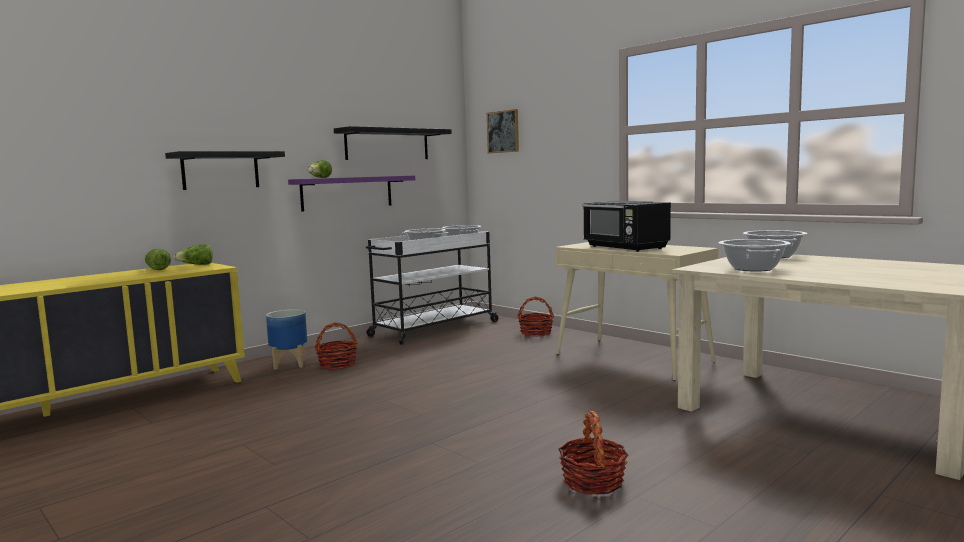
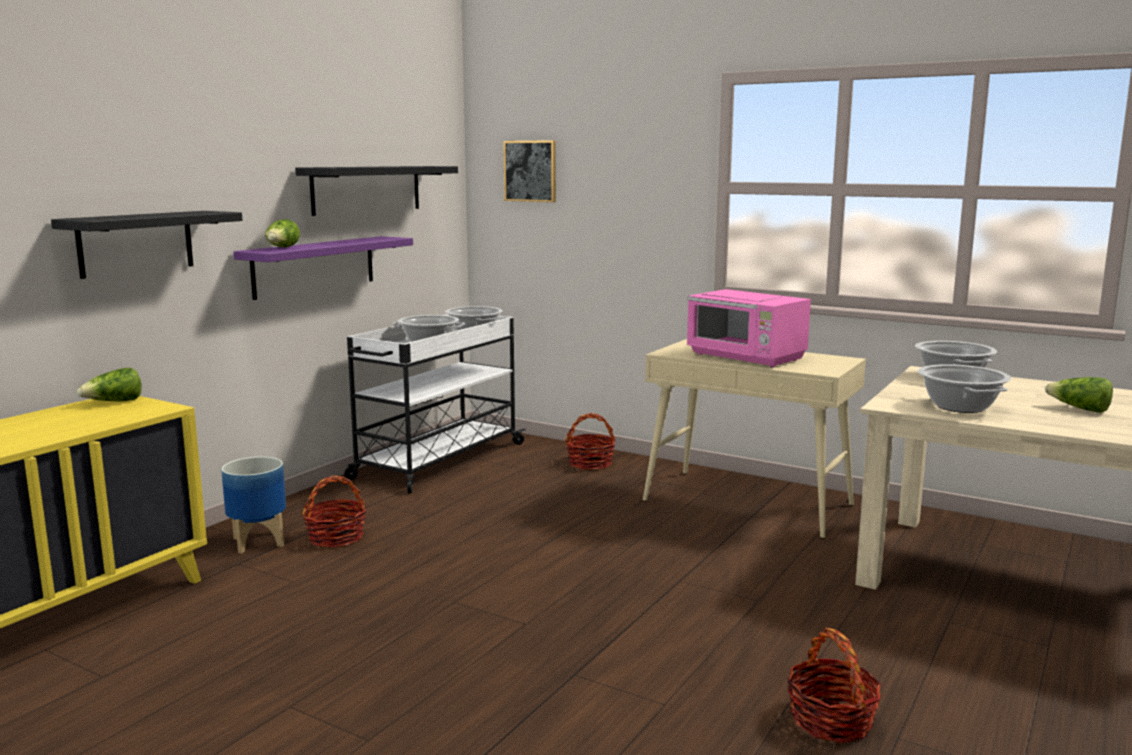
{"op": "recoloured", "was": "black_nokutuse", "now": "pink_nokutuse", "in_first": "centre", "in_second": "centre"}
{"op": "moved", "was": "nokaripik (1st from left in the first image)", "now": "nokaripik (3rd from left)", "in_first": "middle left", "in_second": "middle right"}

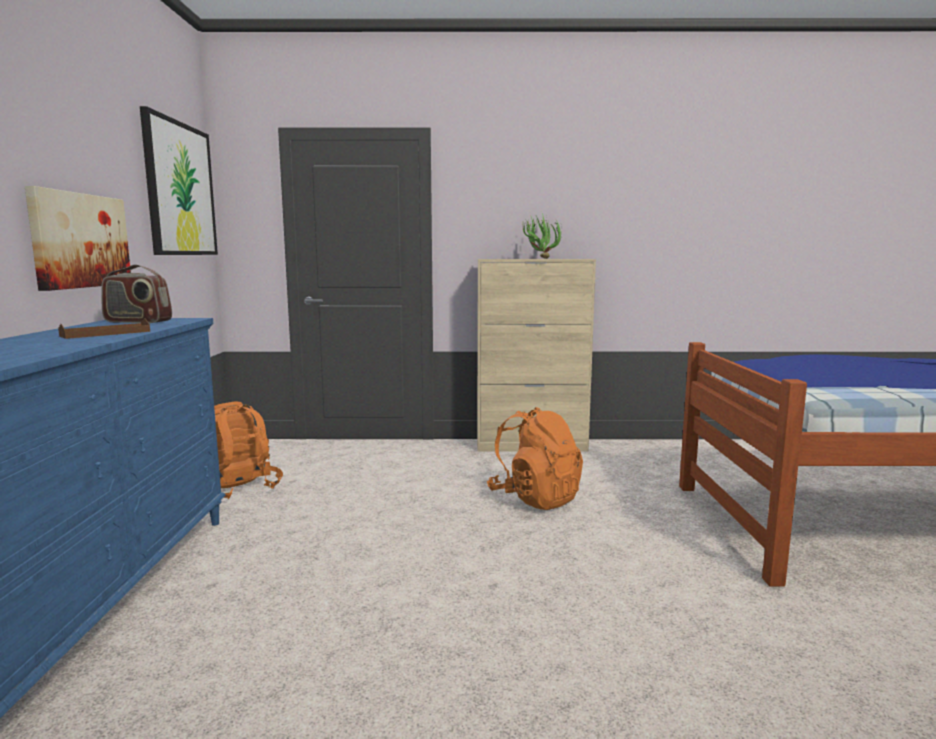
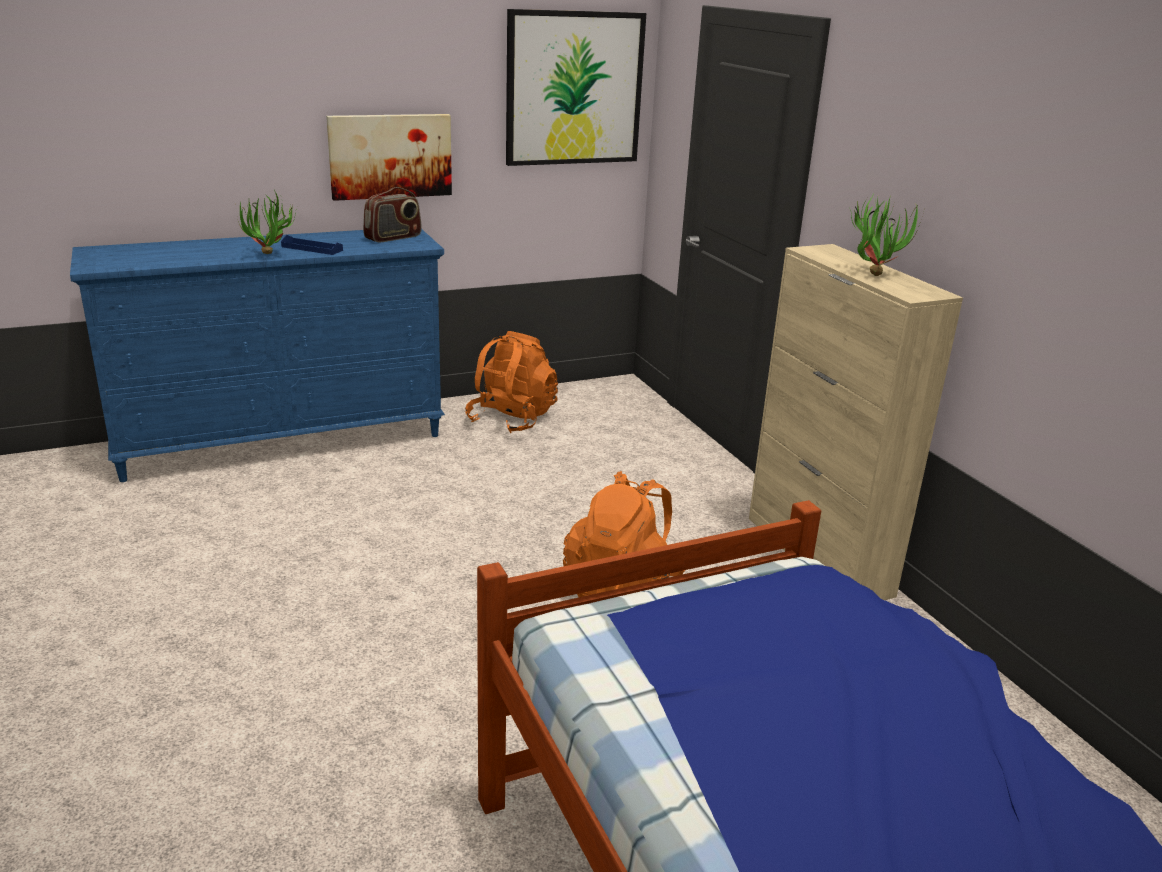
{"op": "turned", "was": "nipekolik", "in_first": "middle left", "in_second": "top centre", "clockwise": -120}
{"op": "recoloured", "was": "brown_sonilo", "now": "blue_sonilo", "in_first": "middle left", "in_second": "top left"}
{"op": "added", "now": "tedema (1st from left)", "in_second": "top left"}

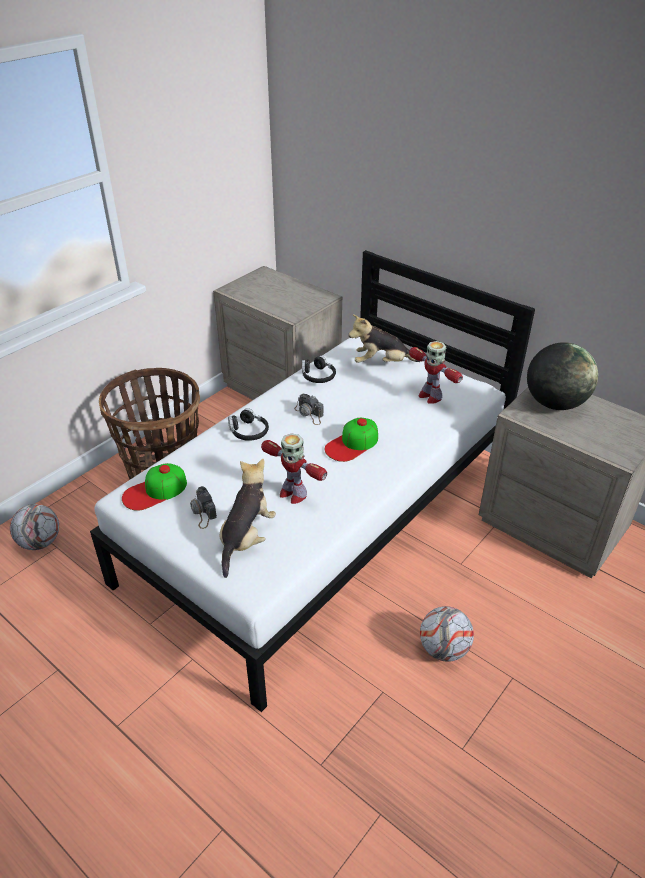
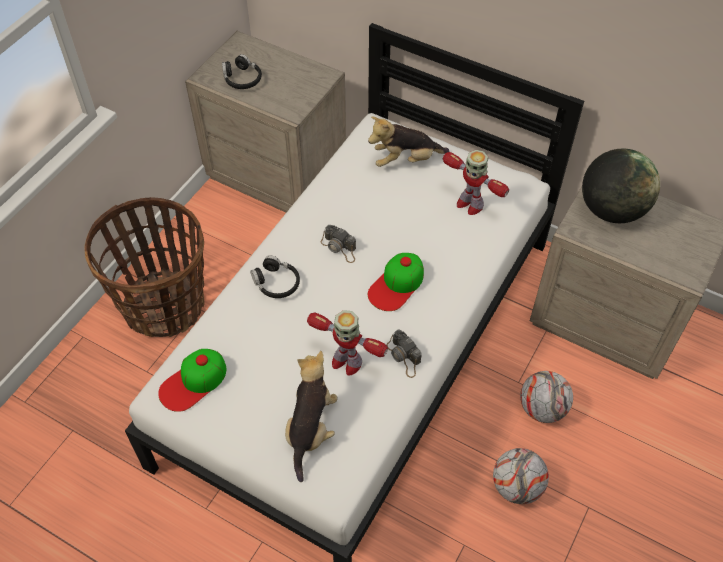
{"op": "moved", "was": "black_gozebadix (2nd from left in the first image)", "now": "black_gozebadix (1st from left)", "in_first": "centre", "in_second": "top centre"}
{"op": "moved", "was": "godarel (1st from left in the first image)", "now": "godarel (2nd from left)", "in_first": "middle left", "in_second": "centre"}
{"op": "moved", "was": "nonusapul (1st from left in the first image)", "now": "nonusapul (2nd from left)", "in_first": "middle left", "in_second": "bottom right"}

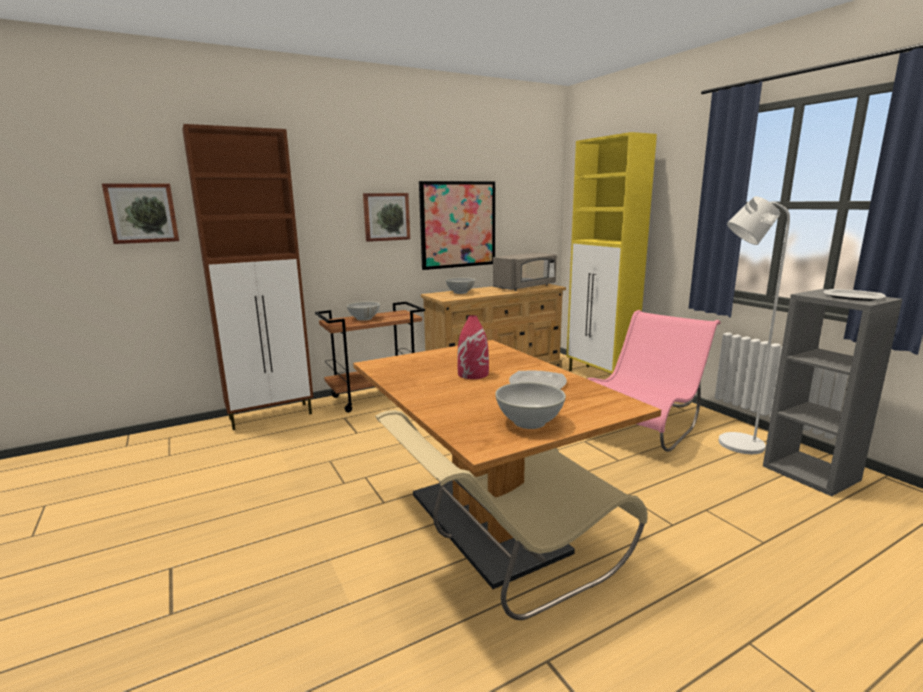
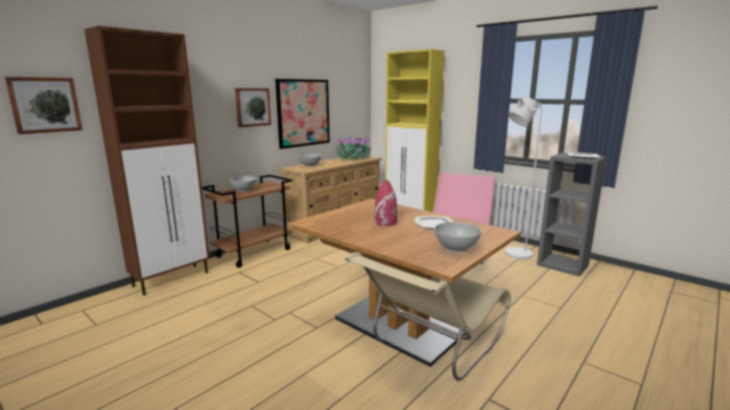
{"op": "replaced", "was": "grey_nokutuse", "now": "tedema", "in_first": "centre", "in_second": "centre"}

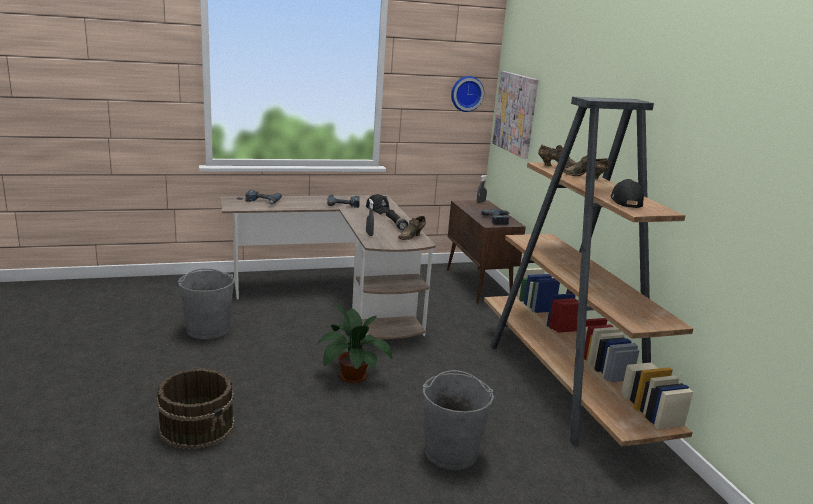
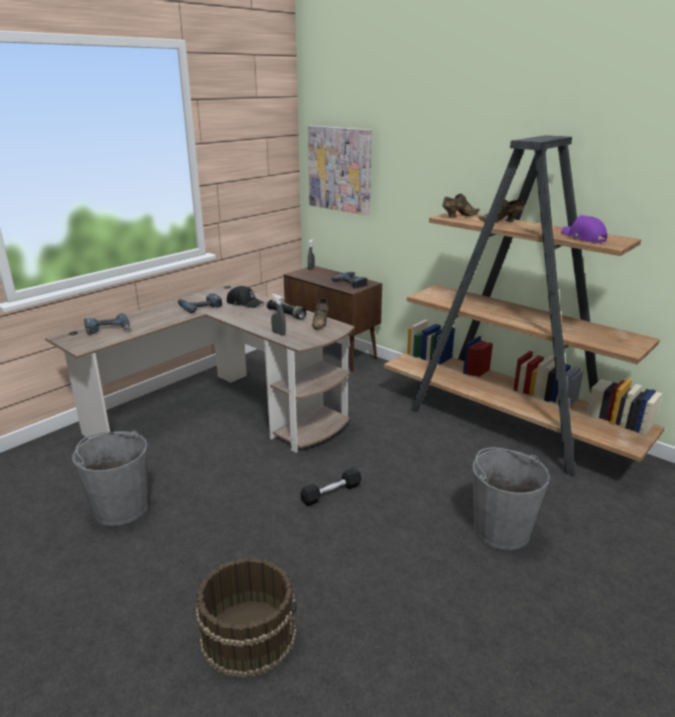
{"op": "removed", "was": "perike", "in_first": "top centre"}
{"op": "recoloured", "was": "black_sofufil (2nd from left)", "now": "purple_sofufil", "in_first": "middle right", "in_second": "top right"}
{"op": "replaced", "was": "tedema", "now": "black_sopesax", "in_first": "bottom centre", "in_second": "bottom centre"}

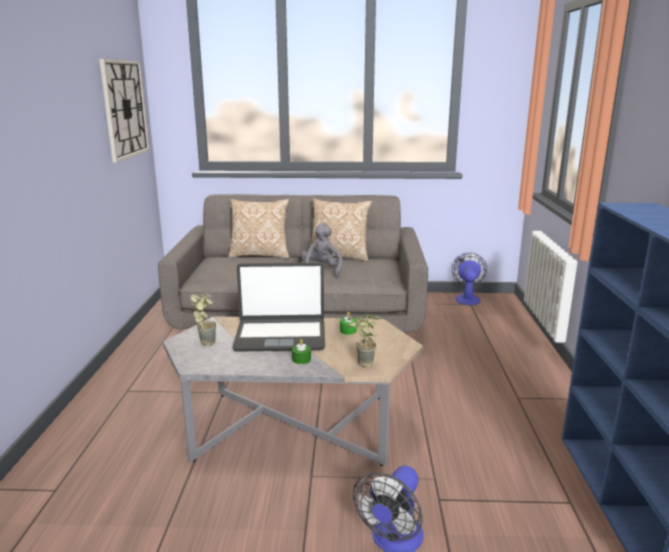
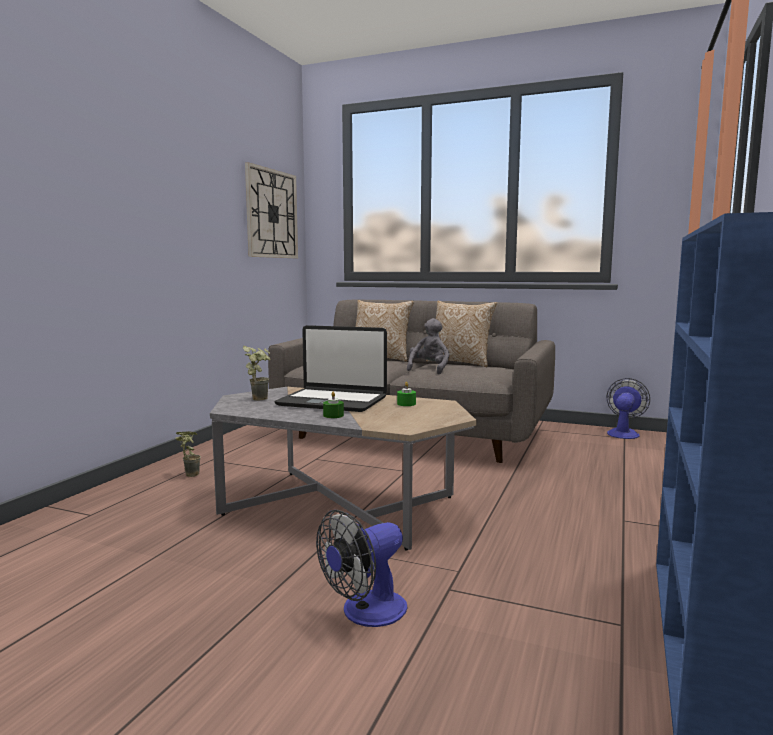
{"op": "moved", "was": "tedema (2nd from left in the first image)", "now": "tedema (1st from left)", "in_first": "centre", "in_second": "middle left"}

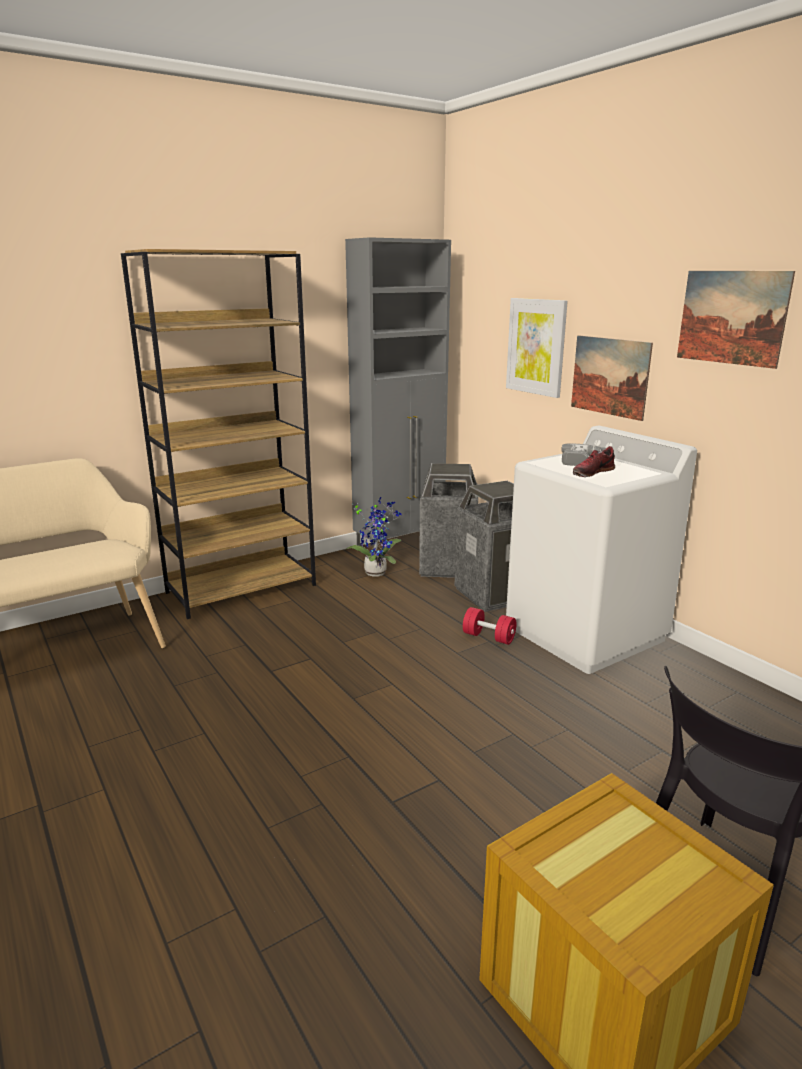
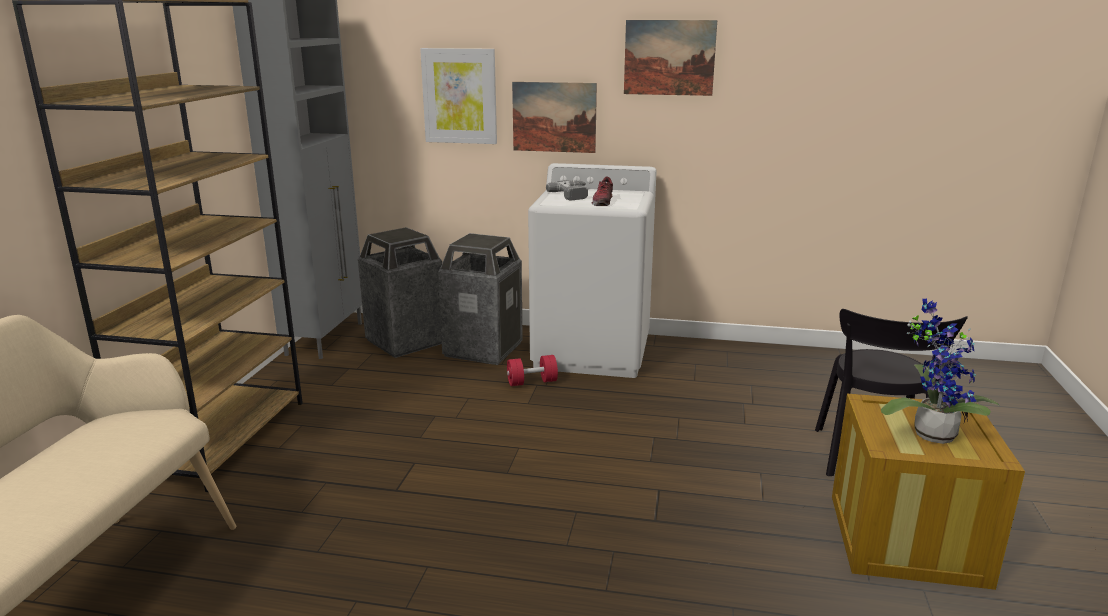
{"op": "moved", "was": "tedema", "in_first": "centre", "in_second": "middle right"}

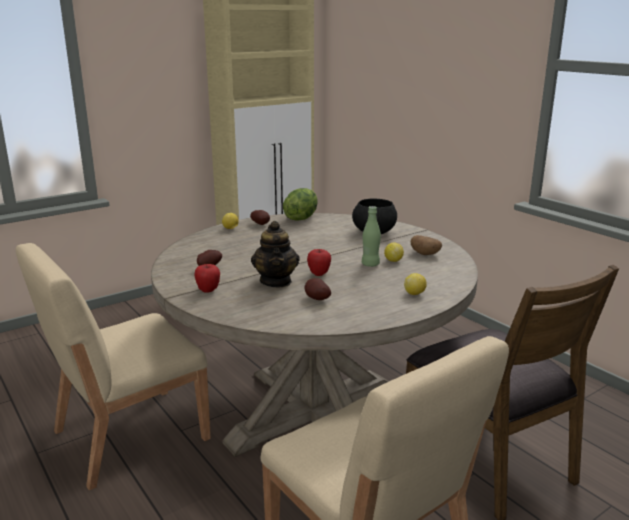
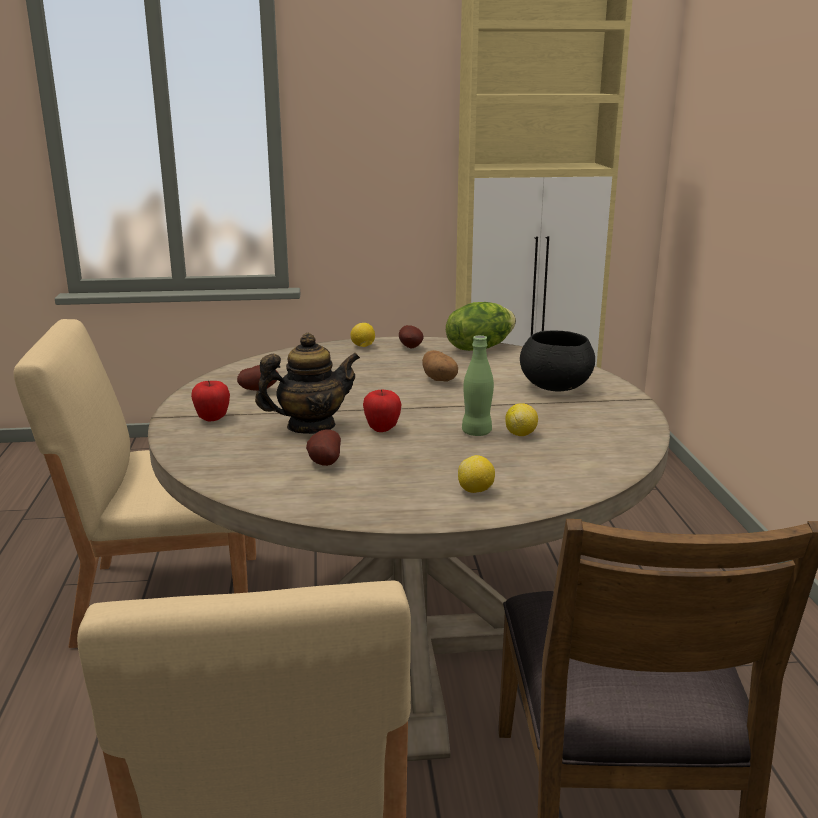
{"op": "turned", "was": "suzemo", "in_first": "centre", "in_second": "centre", "clockwise": -135}
{"op": "moved", "was": "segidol (4th from left)", "in_first": "middle right", "in_second": "centre"}

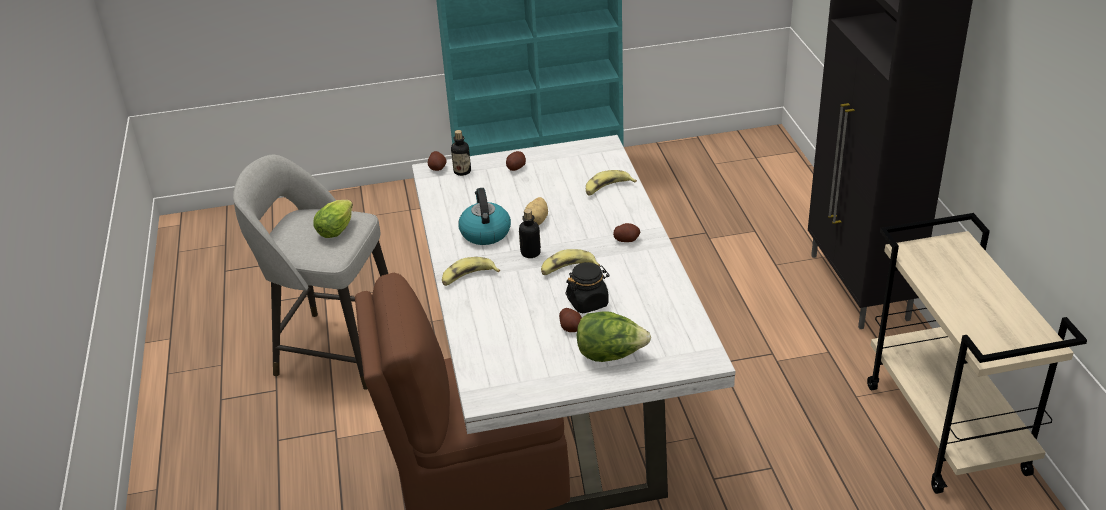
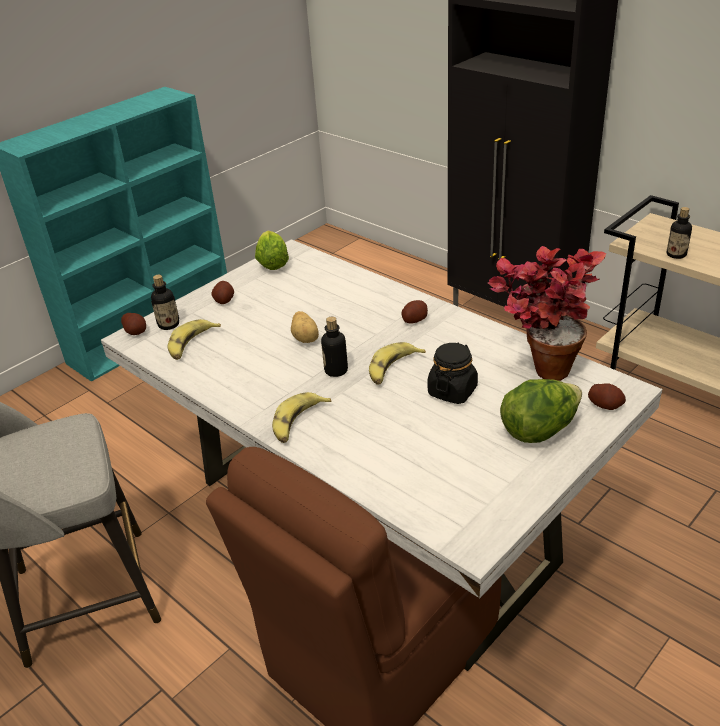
{"op": "moved", "was": "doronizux (3rd from left in the first image)", "now": "doronizux (1st from left)", "in_first": "centre", "in_second": "middle left"}
{"op": "removed", "was": "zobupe", "in_first": "centre"}
{"op": "moved", "was": "nokaripik (1st from left)", "in_first": "middle left", "in_second": "centre"}
{"op": "moved", "was": "segidol (4th from left in the first image)", "now": "segidol (5th from left)", "in_first": "centre", "in_second": "middle right"}
{"op": "added", "now": "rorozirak (3rd from left)", "in_second": "top right"}
{"op": "added", "now": "tedema", "in_second": "middle right"}

